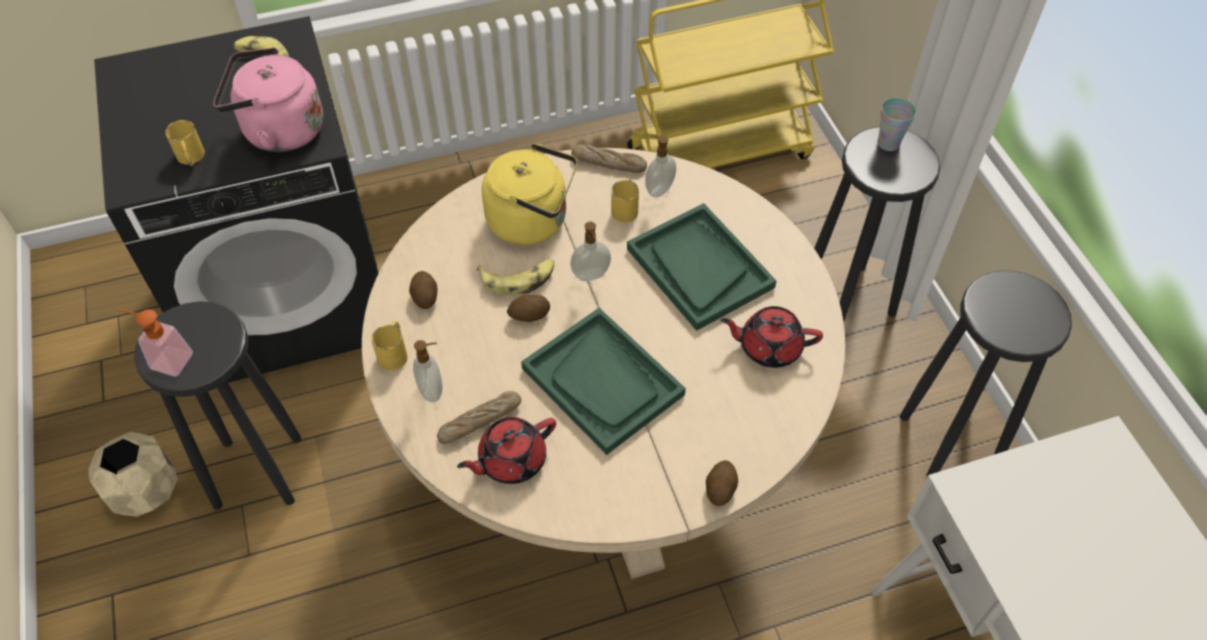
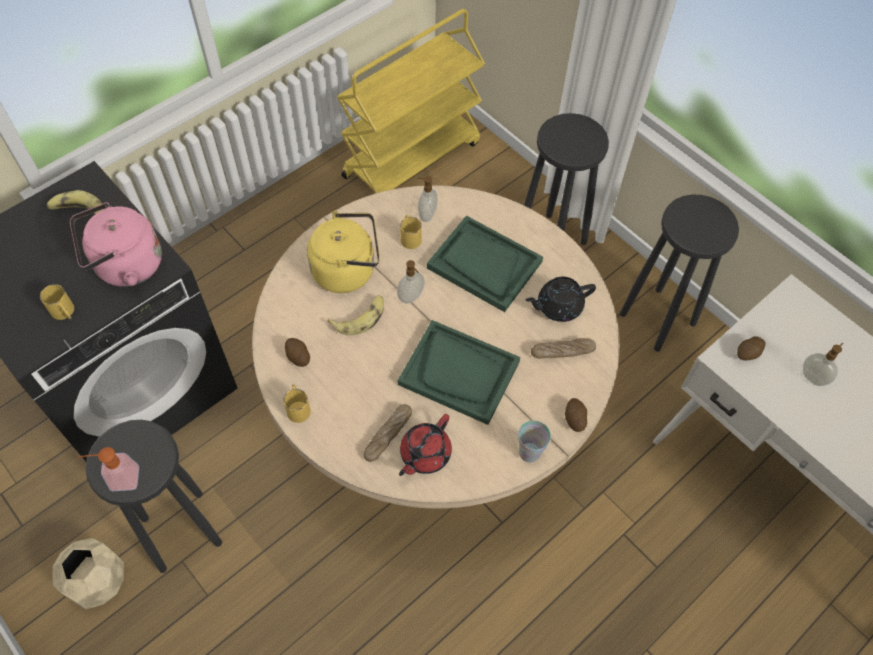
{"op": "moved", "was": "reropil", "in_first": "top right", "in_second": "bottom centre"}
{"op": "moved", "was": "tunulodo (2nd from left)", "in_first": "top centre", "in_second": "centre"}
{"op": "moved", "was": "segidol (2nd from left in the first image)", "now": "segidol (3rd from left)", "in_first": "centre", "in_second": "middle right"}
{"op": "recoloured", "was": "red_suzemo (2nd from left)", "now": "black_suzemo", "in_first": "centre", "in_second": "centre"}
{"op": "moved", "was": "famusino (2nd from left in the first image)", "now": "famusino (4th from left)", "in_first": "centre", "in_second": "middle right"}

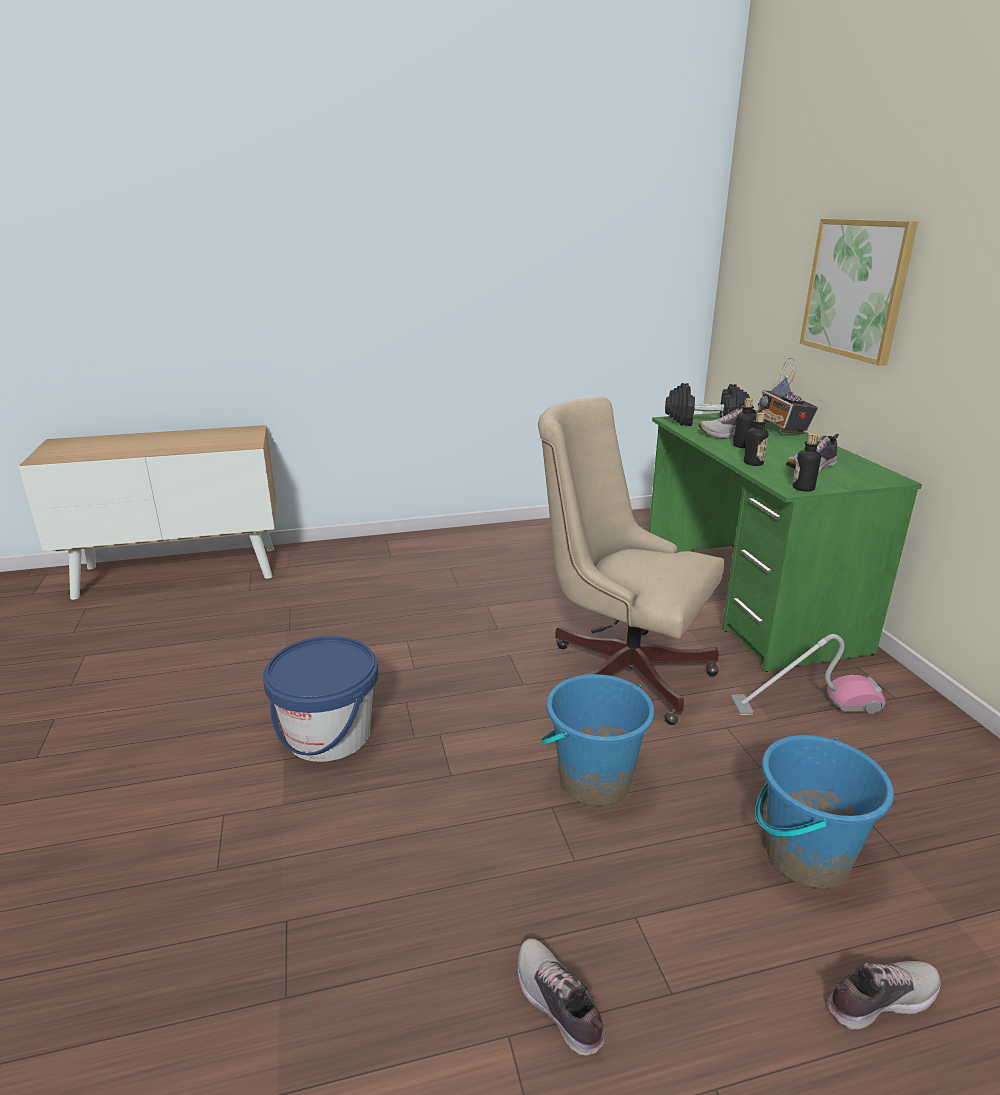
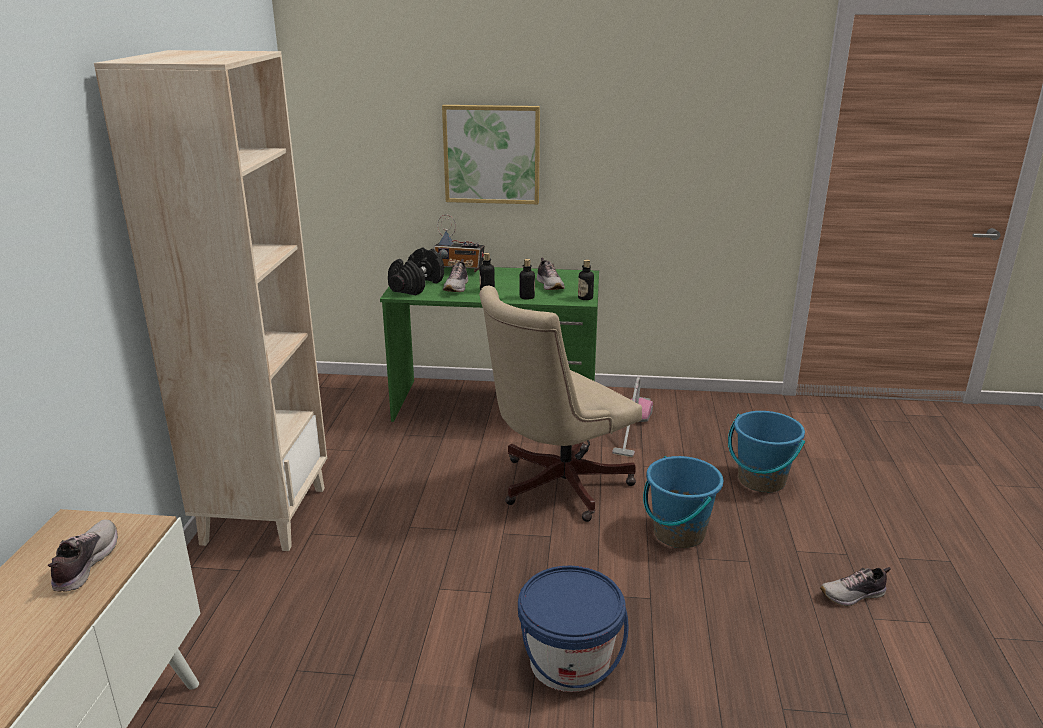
{"op": "moved", "was": "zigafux (4th from left in the first image)", "now": "zigafux (1st from left)", "in_first": "bottom right", "in_second": "bottom left"}
{"op": "added", "now": "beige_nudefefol", "in_second": "middle left"}

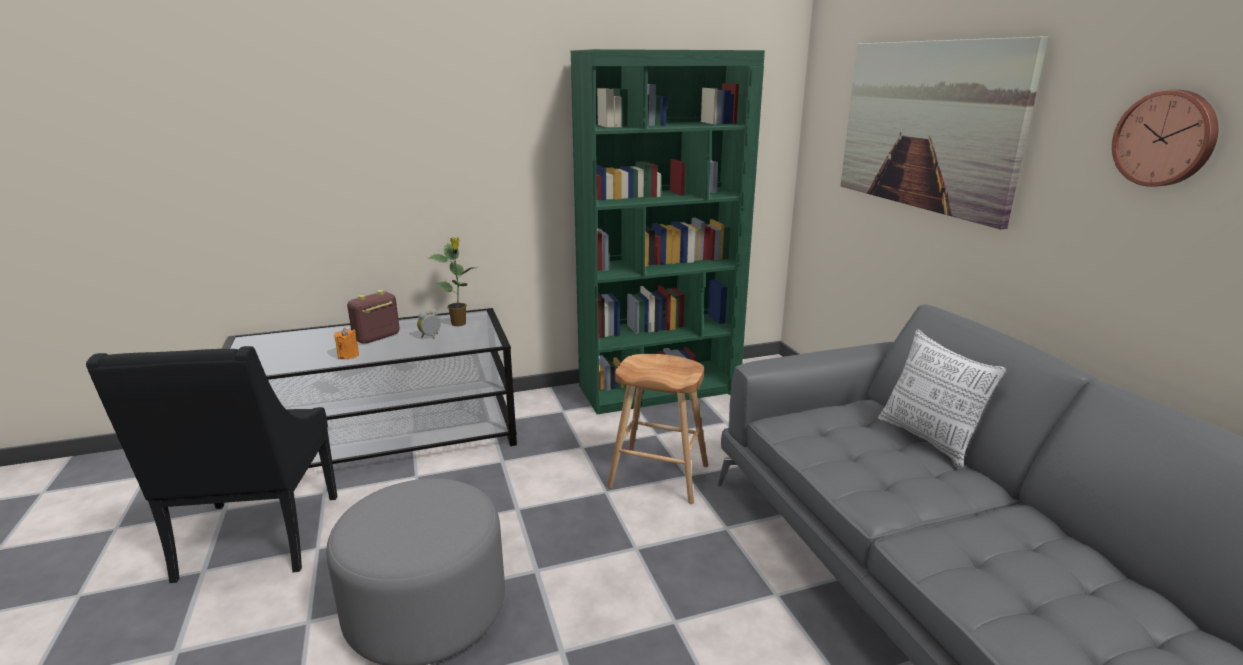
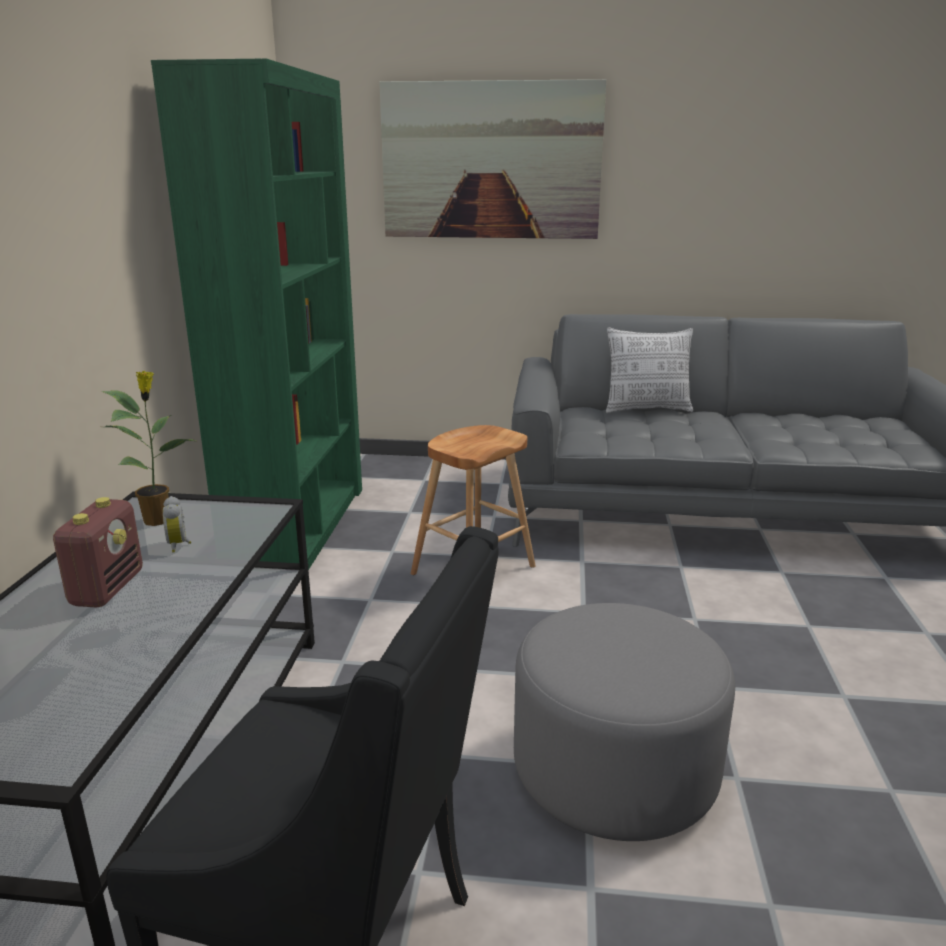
{"op": "removed", "was": "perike", "in_first": "top right"}
{"op": "turned", "was": "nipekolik", "in_first": "middle left", "in_second": "middle left", "clockwise": -150}
{"op": "removed", "was": "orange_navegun", "in_first": "middle left"}

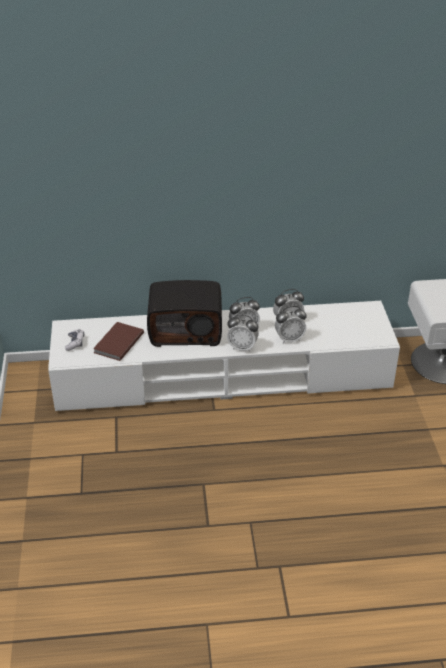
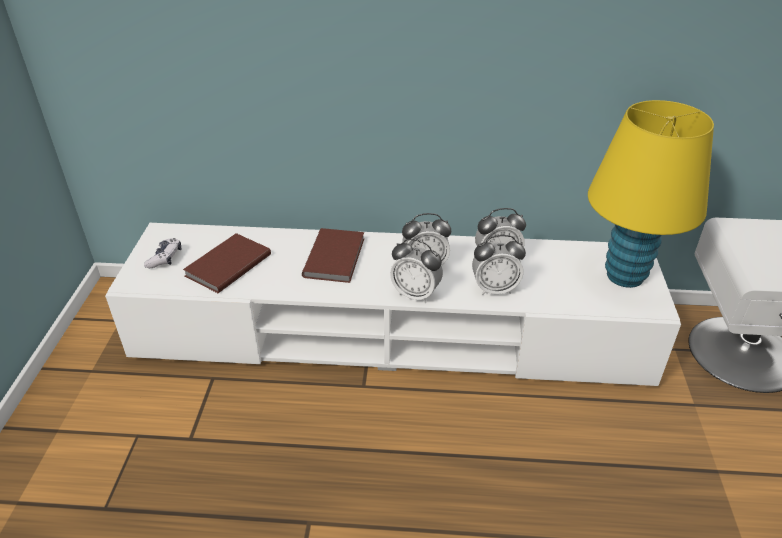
{"op": "replaced", "was": "nipekolik", "now": "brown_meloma (2nd from left)", "in_first": "centre", "in_second": "centre"}
{"op": "added", "now": "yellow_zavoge", "in_second": "middle right"}

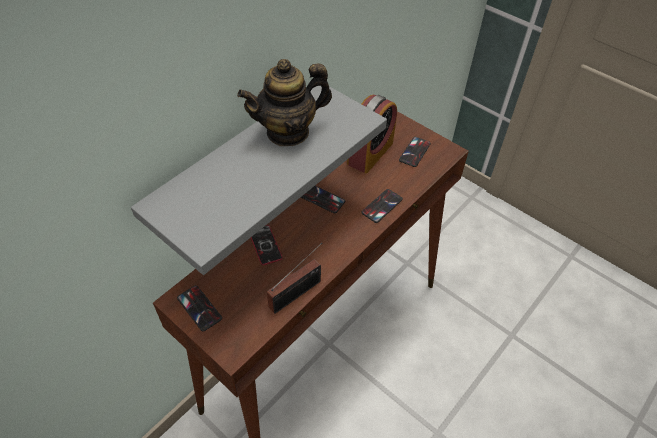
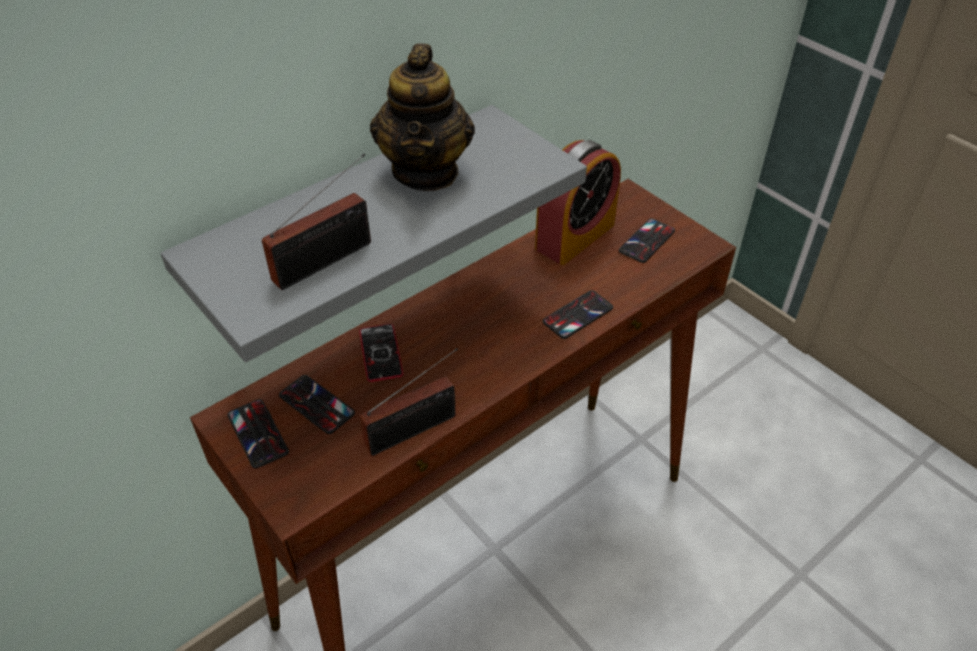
{"op": "turned", "was": "suzemo", "in_first": "top centre", "in_second": "top centre", "clockwise": -75}
{"op": "moved", "was": "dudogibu (3rd from left in the first image)", "now": "dudogibu (2nd from left)", "in_first": "centre", "in_second": "middle left"}
{"op": "added", "now": "nipekolik (1st from left)", "in_second": "middle left"}

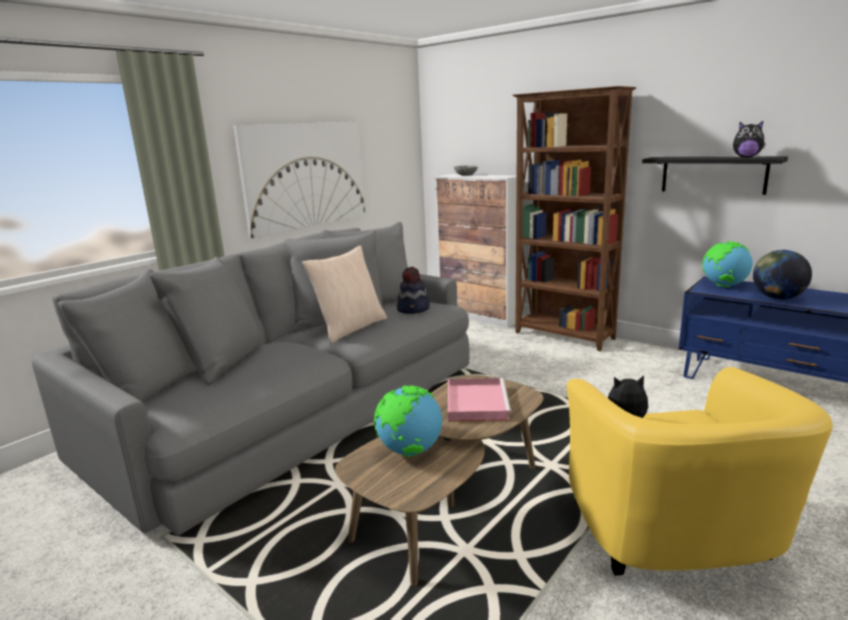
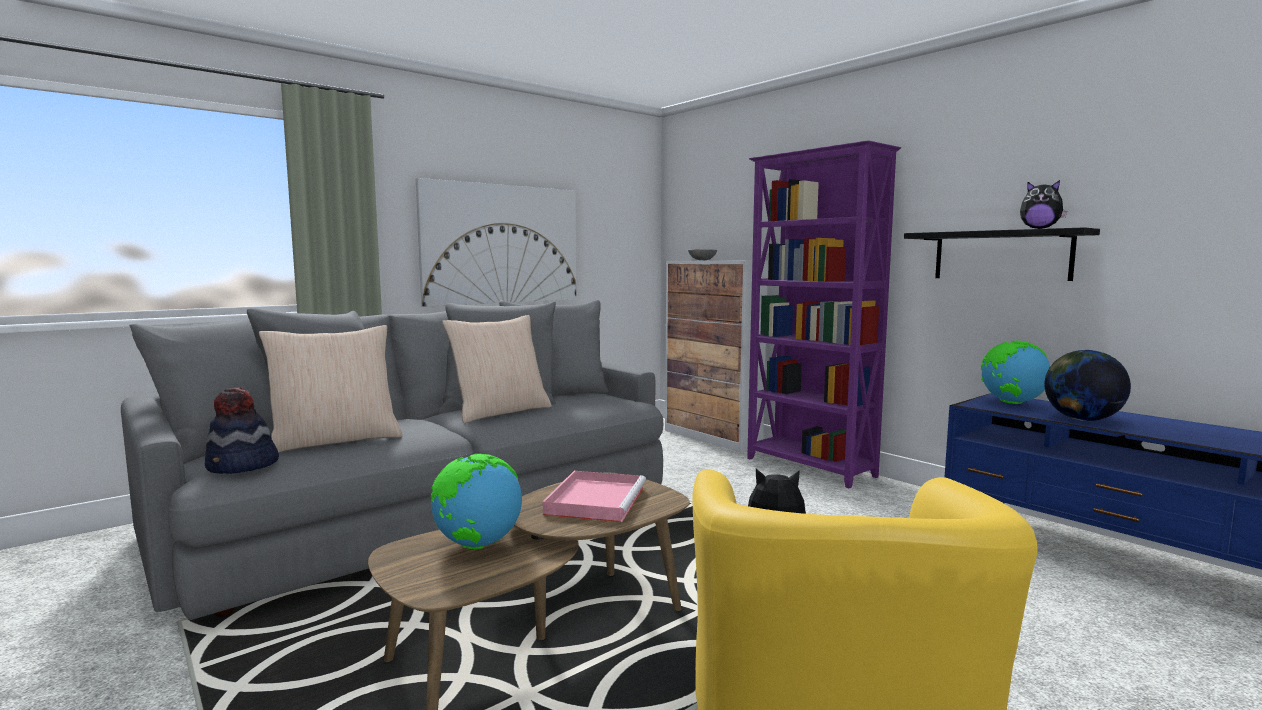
{"op": "recoloured", "was": "brown_nudefefol", "now": "purple_nudefefol", "in_first": "middle right", "in_second": "centre"}
{"op": "moved", "was": "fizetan", "in_first": "centre", "in_second": "middle left"}
{"op": "added", "now": "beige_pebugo (1st from left)", "in_second": "middle left"}

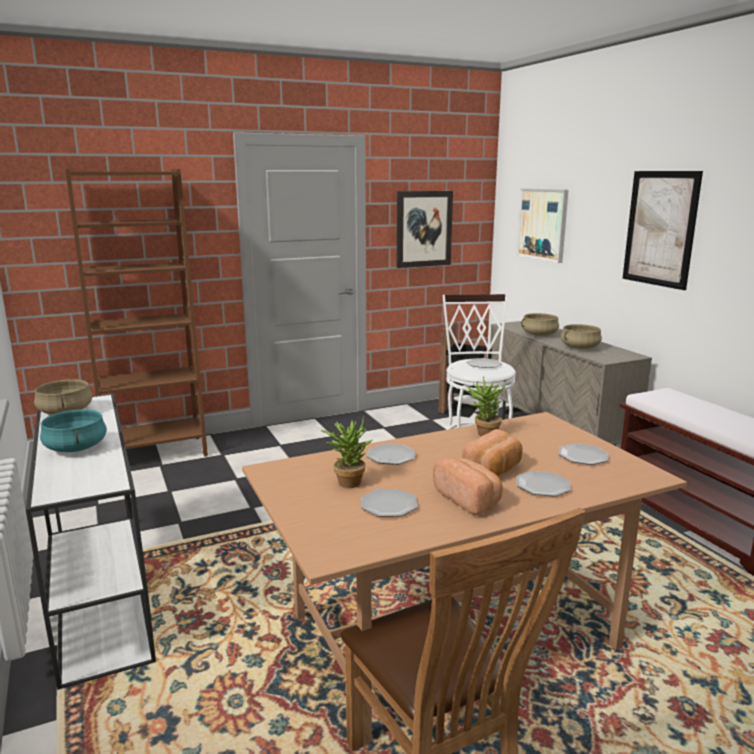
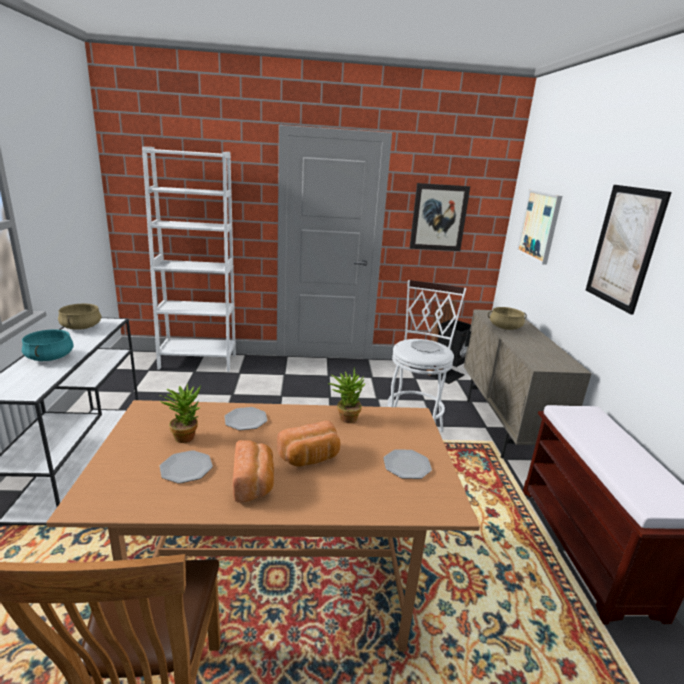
{"op": "recoloured", "was": "brown_nudefefol", "now": "white_nudefefol", "in_first": "middle left", "in_second": "middle left"}
{"op": "removed", "was": "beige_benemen (3rd from left)", "in_first": "middle right"}
{"op": "removed", "was": "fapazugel (4th from left)", "in_first": "middle right"}

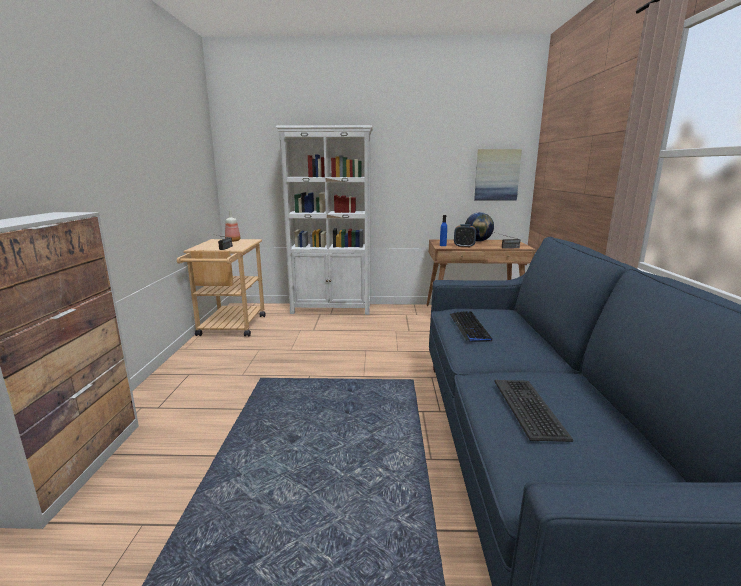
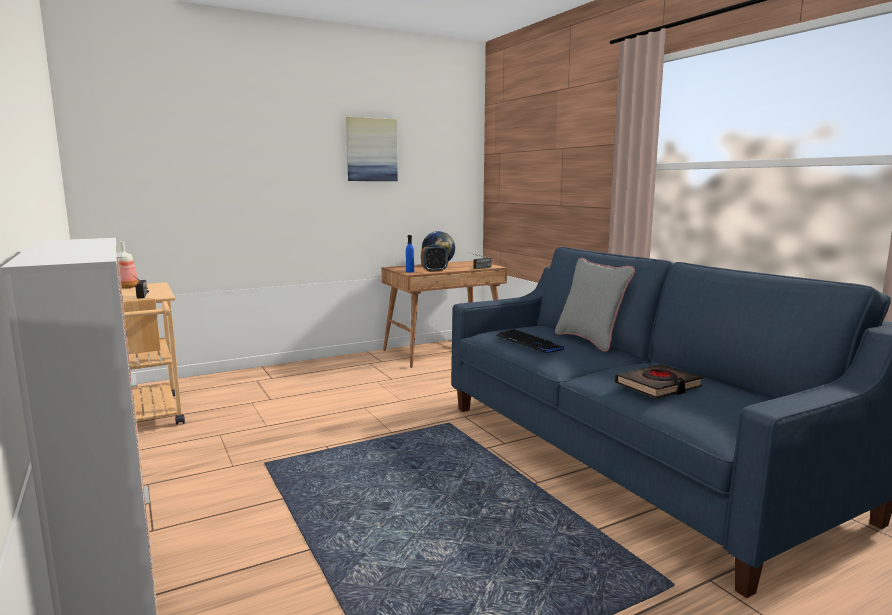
{"op": "removed", "was": "white_nudefefol", "in_first": "centre"}
{"op": "moved", "was": "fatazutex", "in_first": "top right", "in_second": "top centre"}
{"op": "replaced", "was": "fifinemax (2nd from left)", "now": "black_meloma", "in_first": "bottom right", "in_second": "middle right"}
{"op": "added", "now": "grey_pebugo", "in_second": "middle right"}

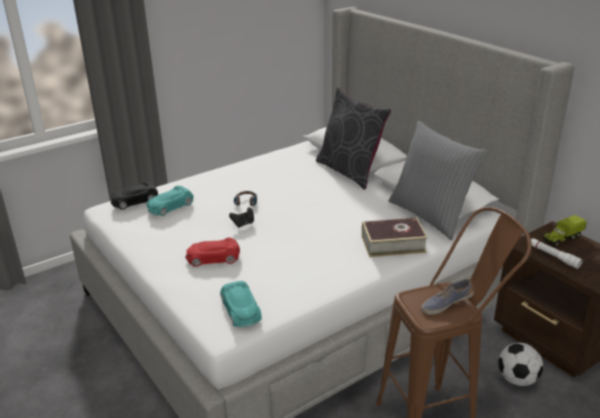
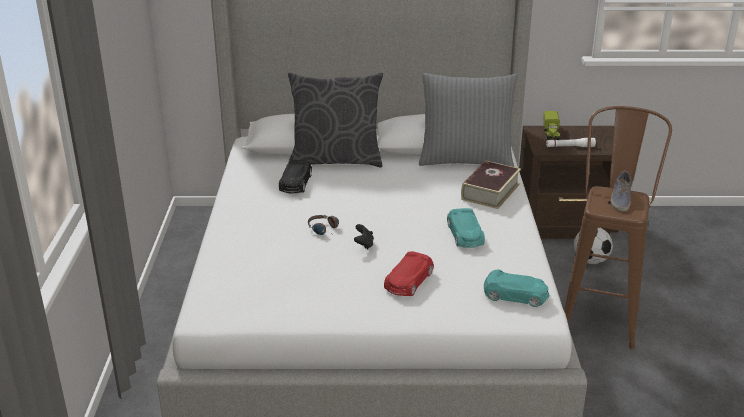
{"op": "moved", "was": "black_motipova", "in_first": "middle left", "in_second": "centre"}
{"op": "moved", "was": "turquoise_motipova (1st from left)", "in_first": "middle left", "in_second": "centre"}

